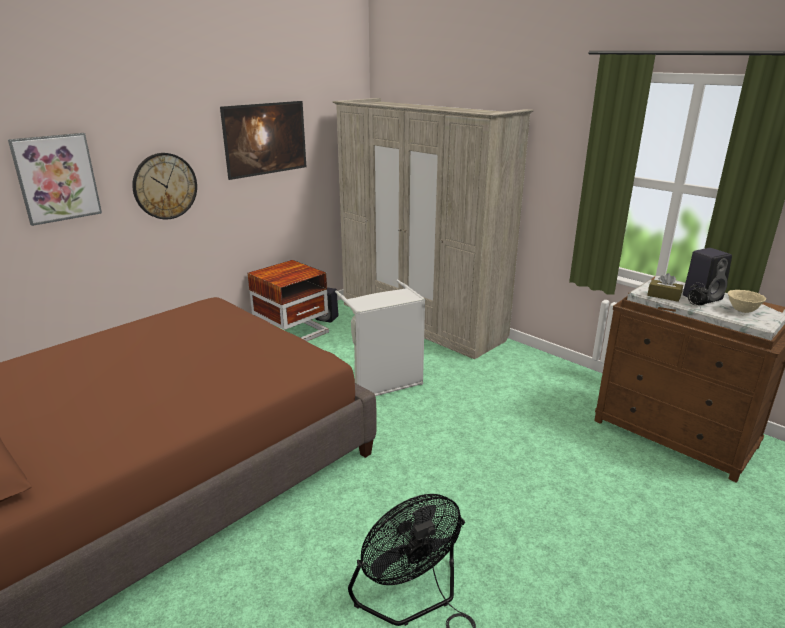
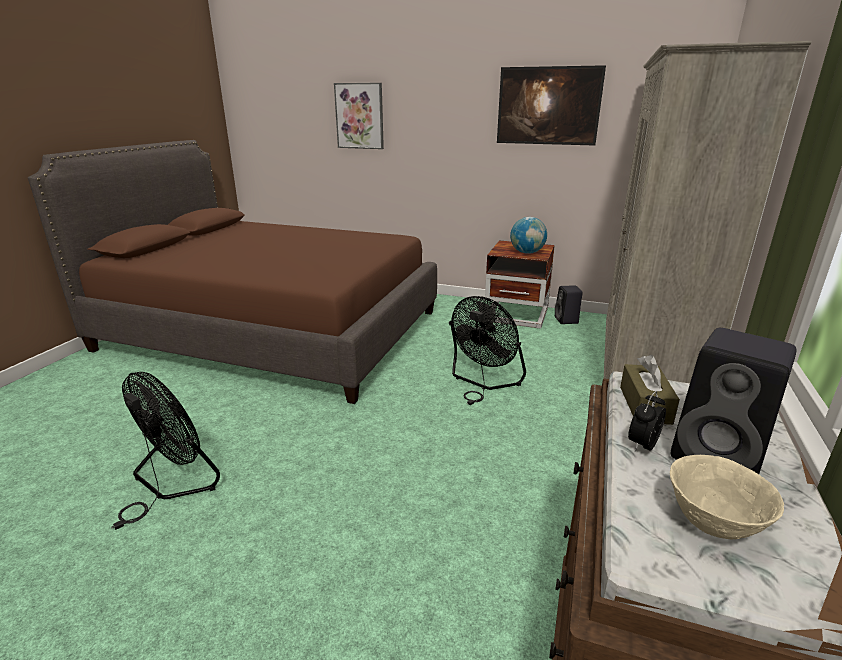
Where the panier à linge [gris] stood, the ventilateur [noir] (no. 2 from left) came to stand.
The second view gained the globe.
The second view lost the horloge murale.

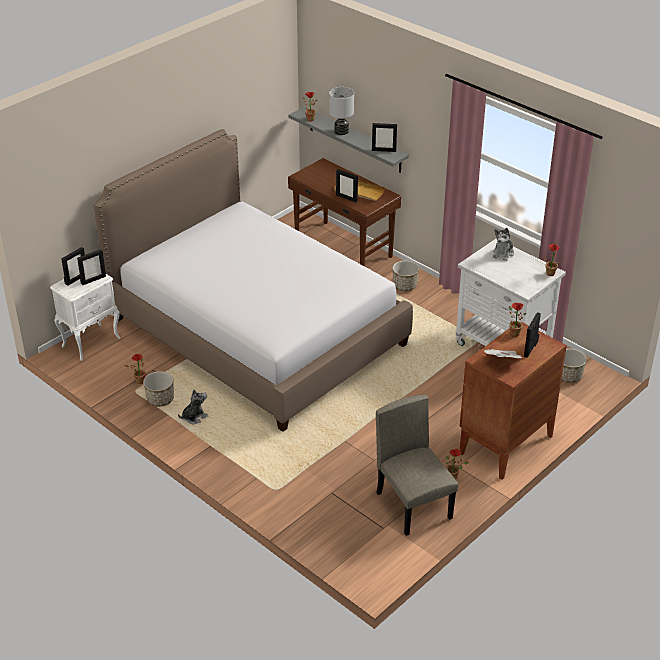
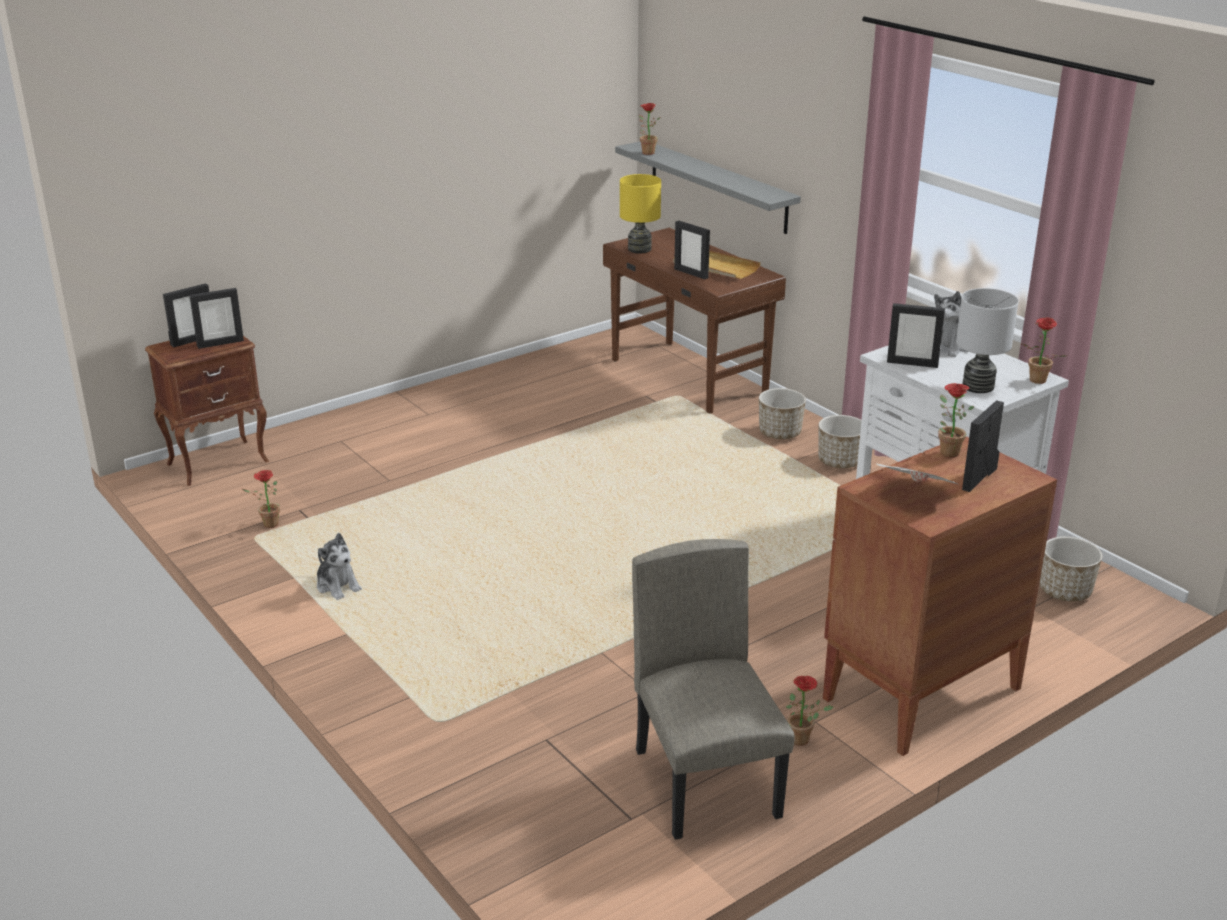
What was the table de chevet [blanc] turned into the table de chevet [marron].
The peluche (no. 1 from left) ended up facing another way, 75 degrees clockwise from before.
The second view gained the lampe de table [jaune].
The cache-pot (no. 1 from left in the first image) ended up elsewhere.
The cadre photo (no. 4 from left) ended up elsewhere.
The lampe de table [gris] ended up elsewhere.
The second view lost the lit.

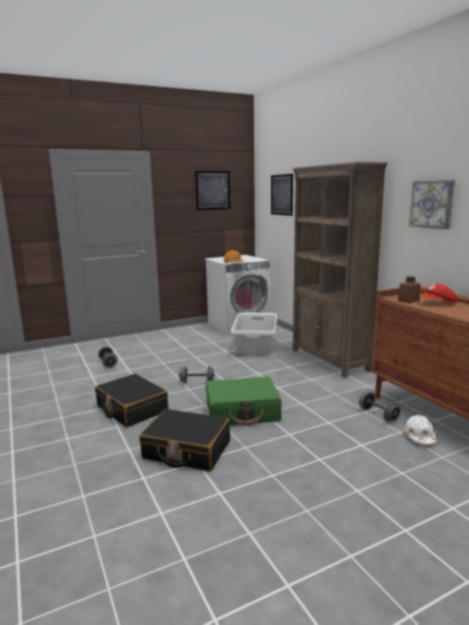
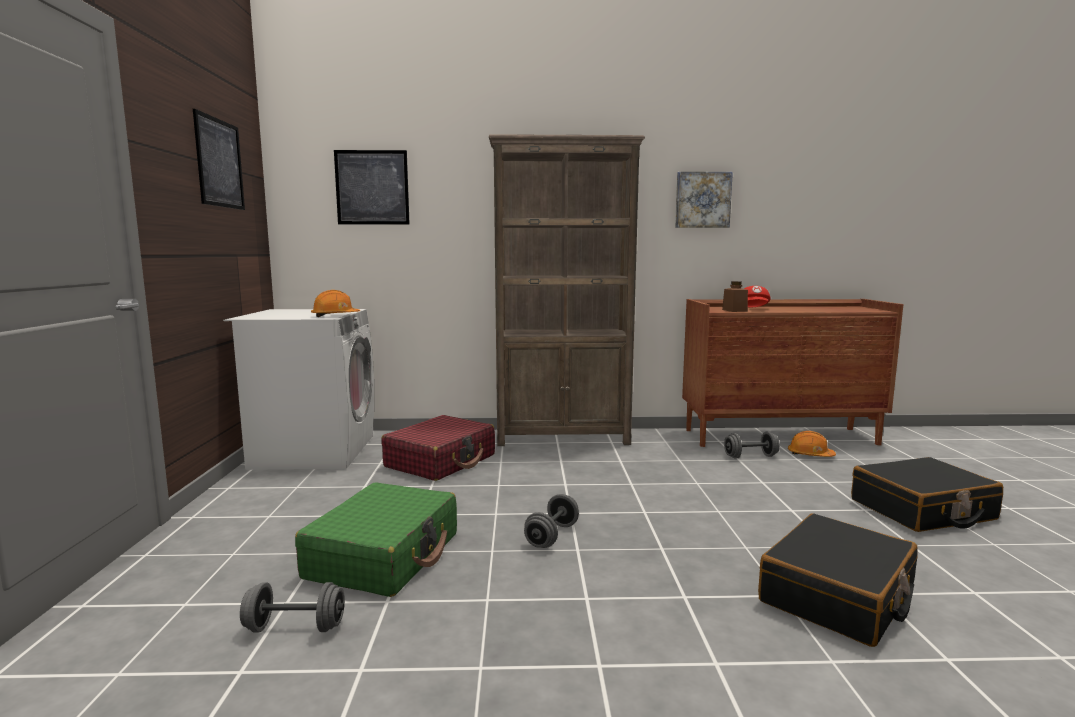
The valise [vert] ended up elsewhere.
Where the panier à linge [gris] stood, the valise [rouge] came to stand.
What was the casque de chantier [blanc] turned into the casque de chantier [orange] (no. 2 from left).
The valise [noir] (no. 1 from left in the first image) ended up elsewhere.

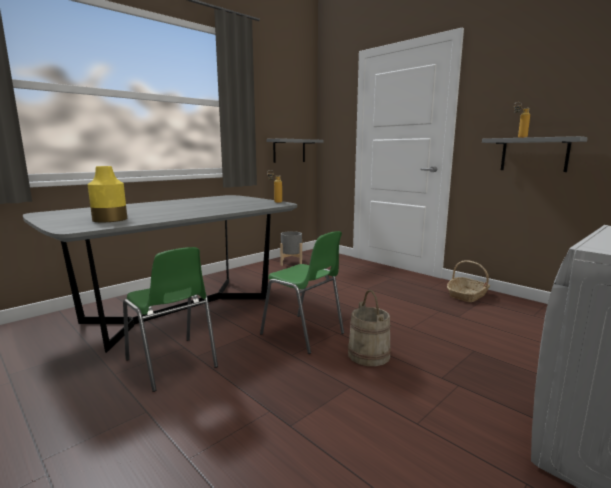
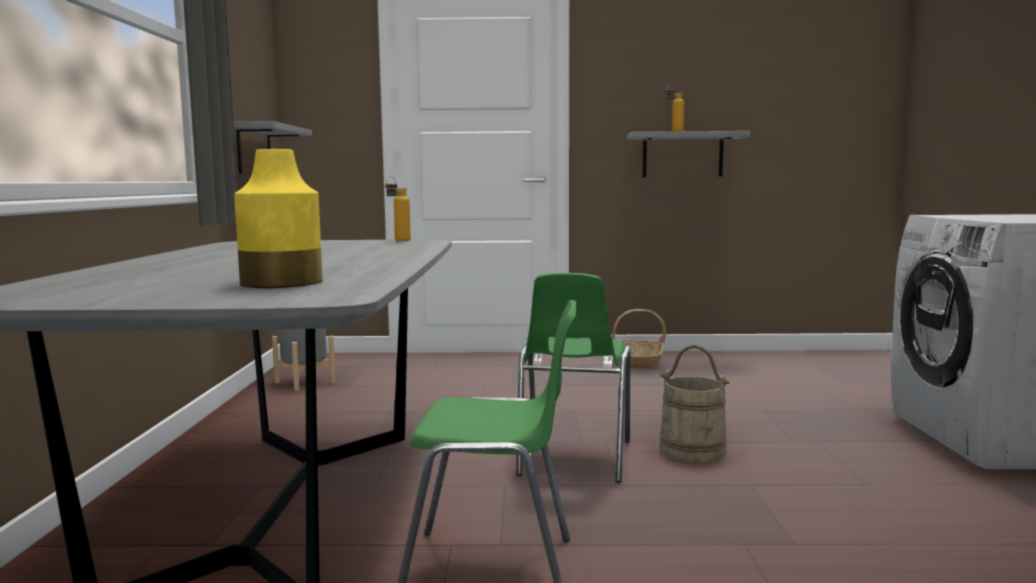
The chaise [vert] (no. 2 from left) ended up facing another way, 105 degrees clockwise from before.

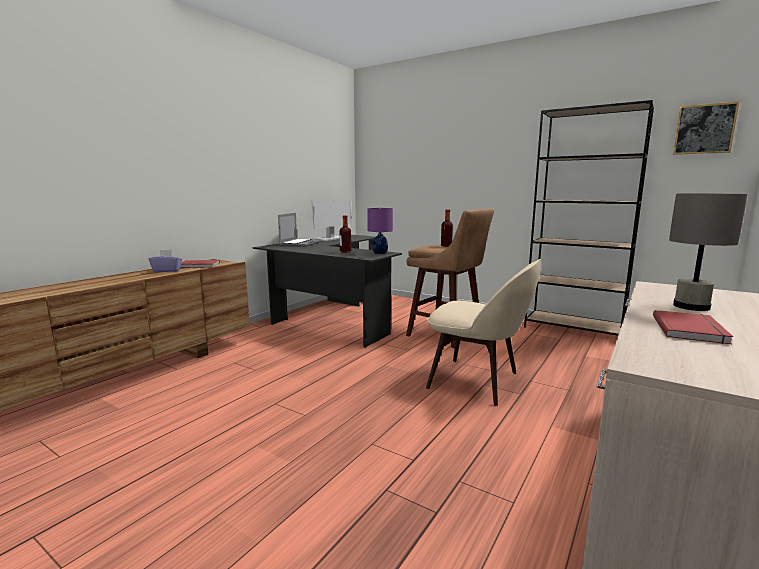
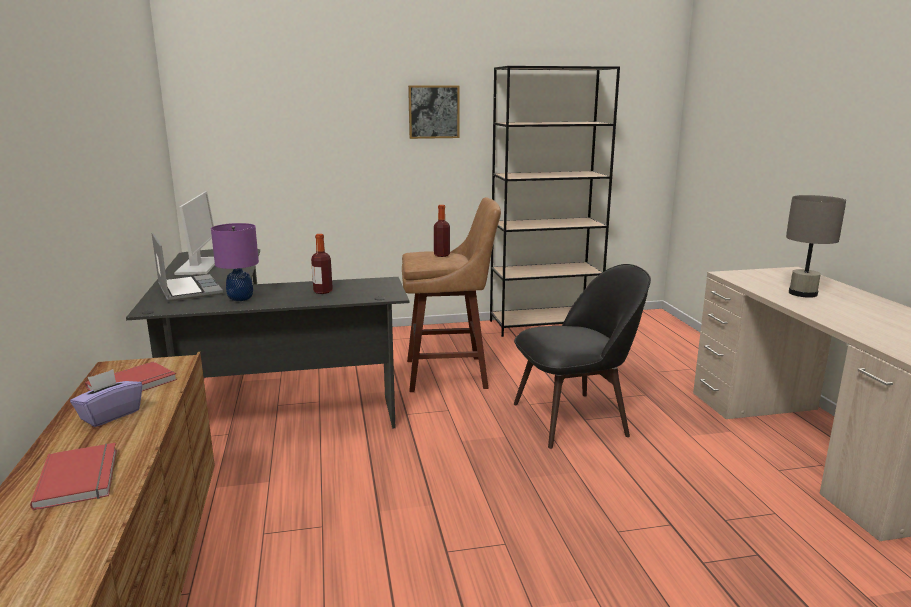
The livre [rouge] (no. 2 from left in the first image) ended up elsewhere.
The lampe de table [violet] ended up elsewhere.
The tableau ended up elsewhere.
What was the chaise [beige] turned into the chaise [noir].

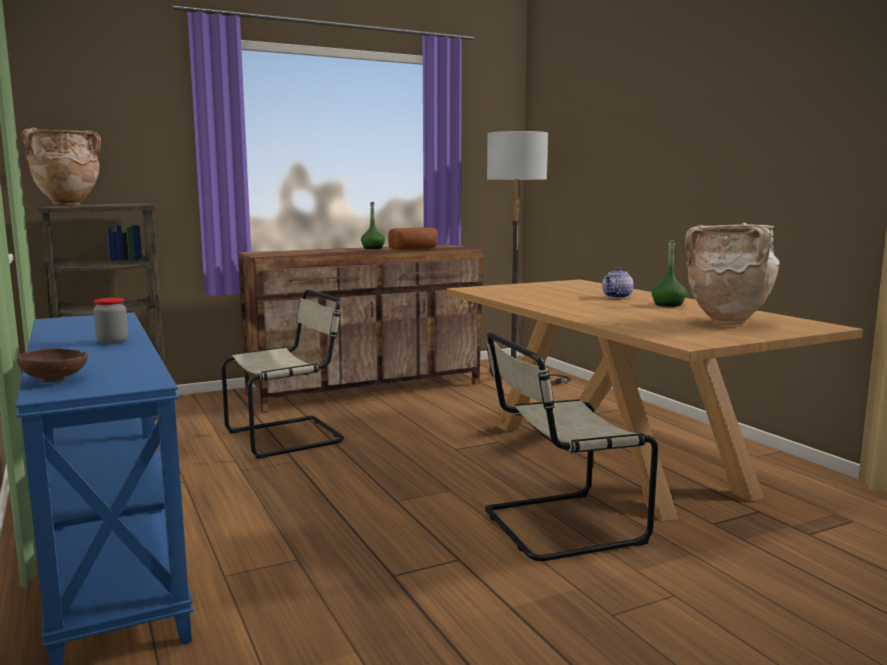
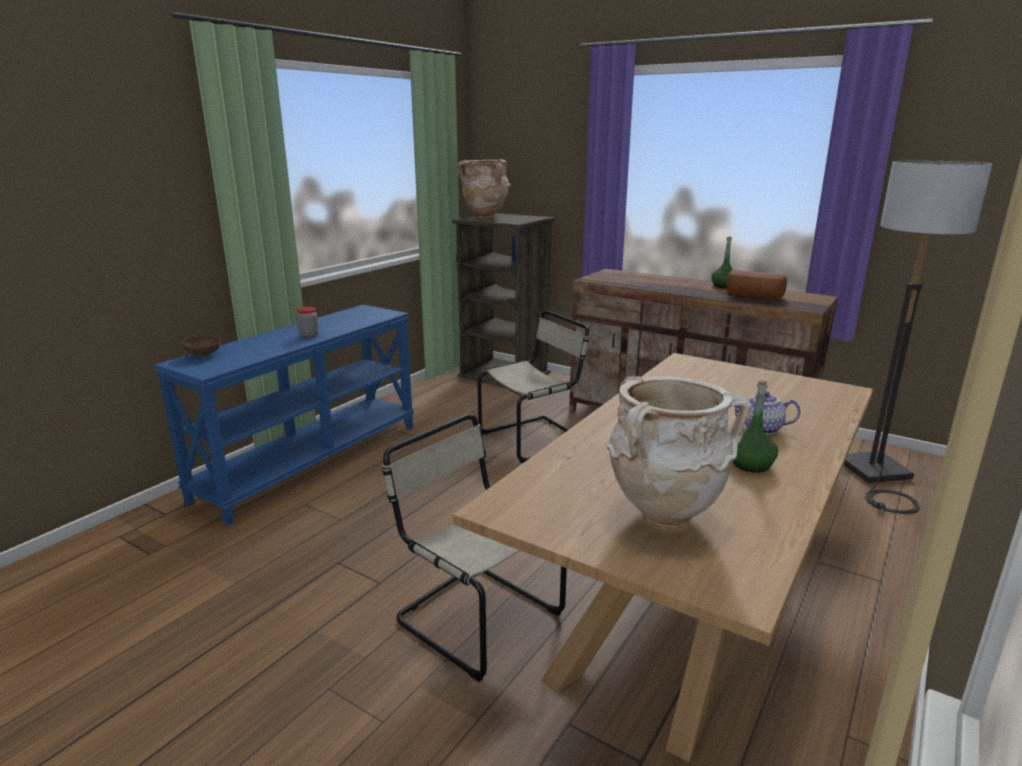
The chaise [beige] (no. 1 from left in the first image) ended up facing another way, 60 degrees counterclockwise from before.

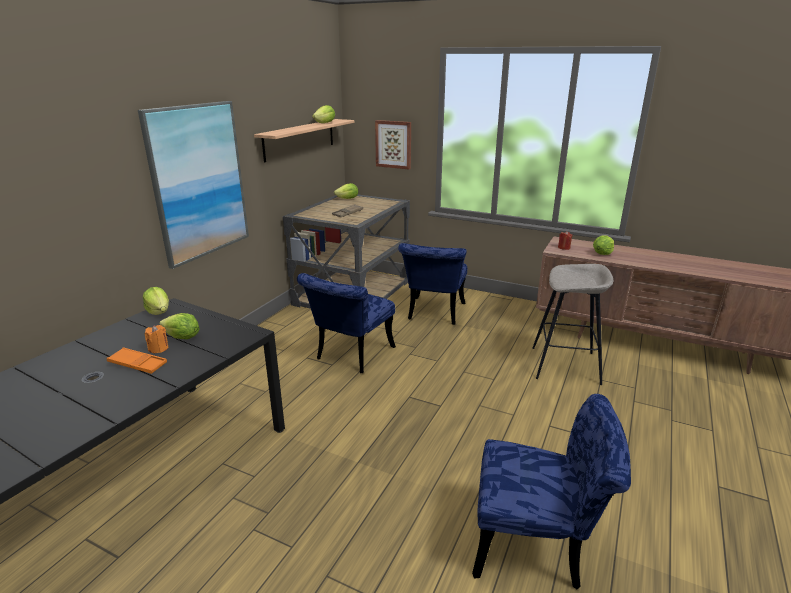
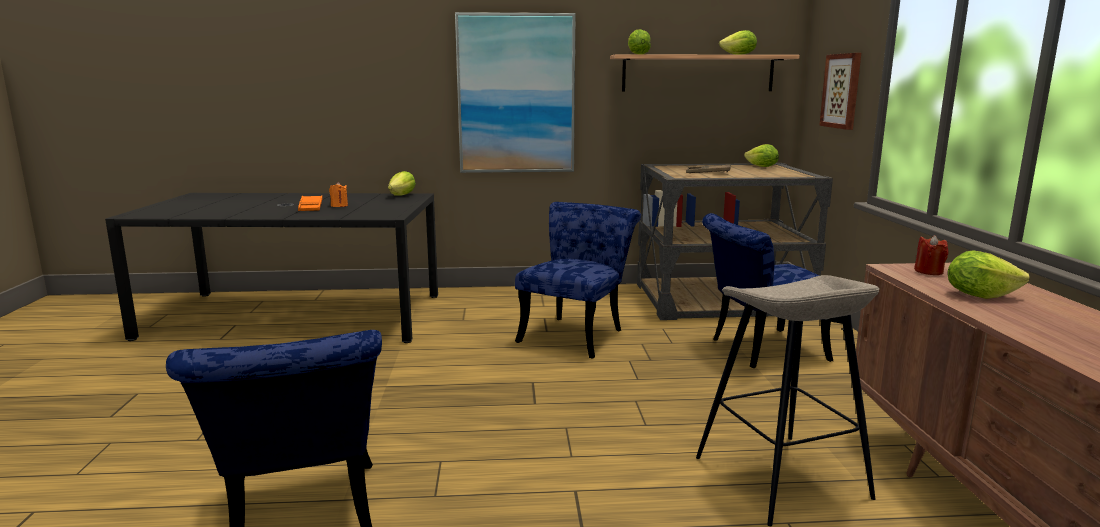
The chaise [bleu] (no. 1 from left in the first image) ended up facing another way, 120 degrees clockwise from before.
The laitue (no. 2 from left) ended up elsewhere.

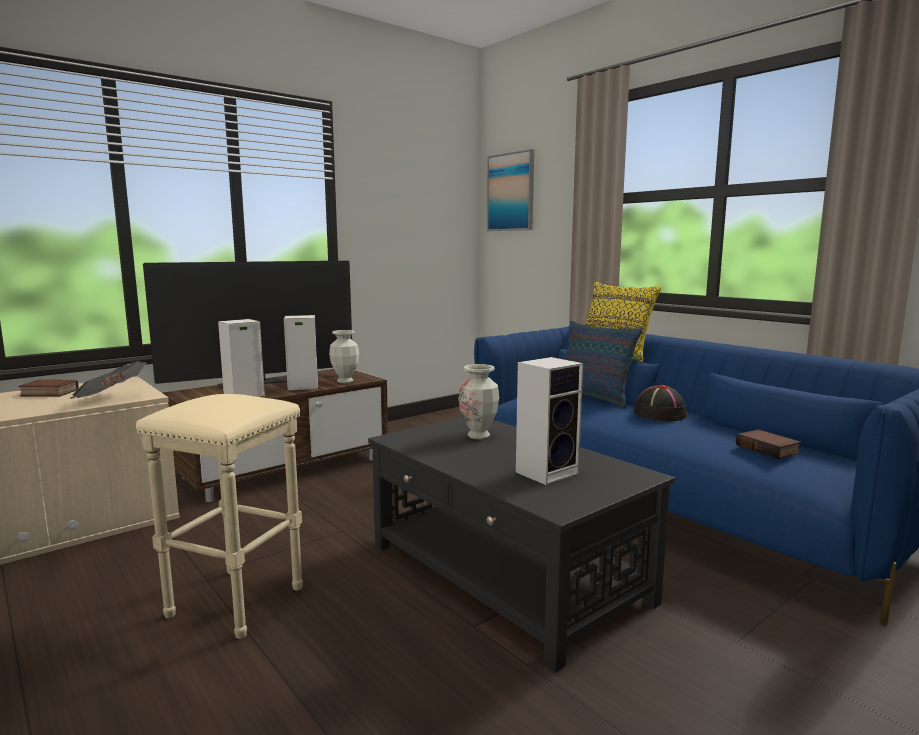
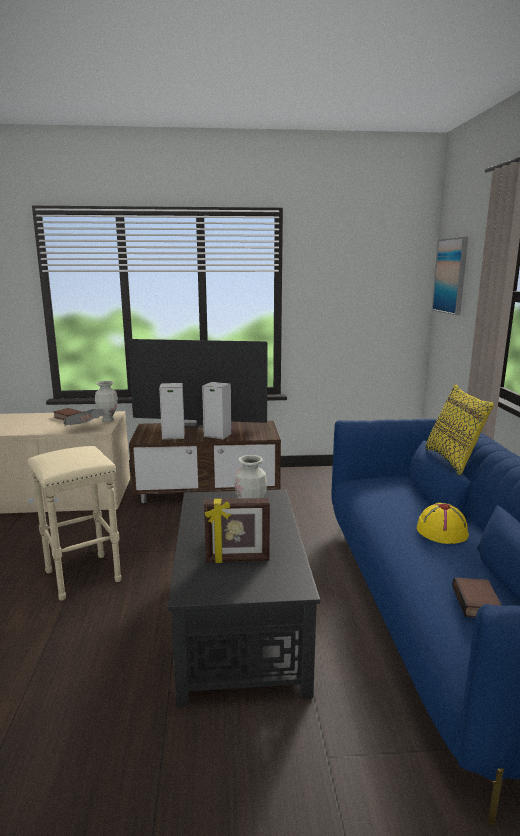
The vase (no. 1 from left) ended up elsewhere.
Where the enceinte (no. 3 from left) stood, the cadre photo came to stand.
What was the chapeau [noir] turned into the chapeau [jaune].
The second view lost the coussin [bleu].

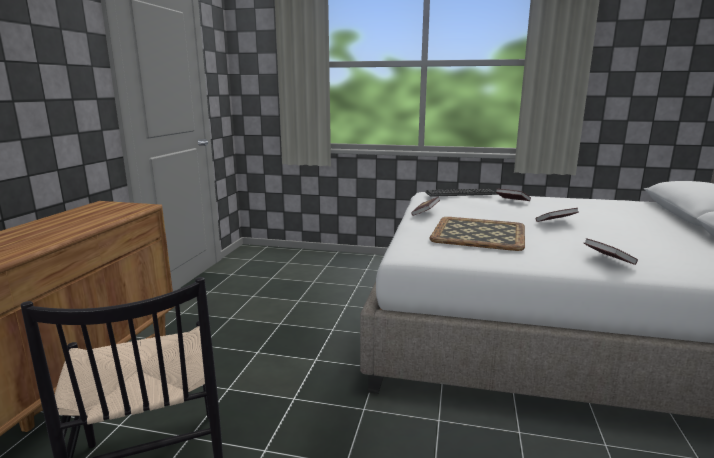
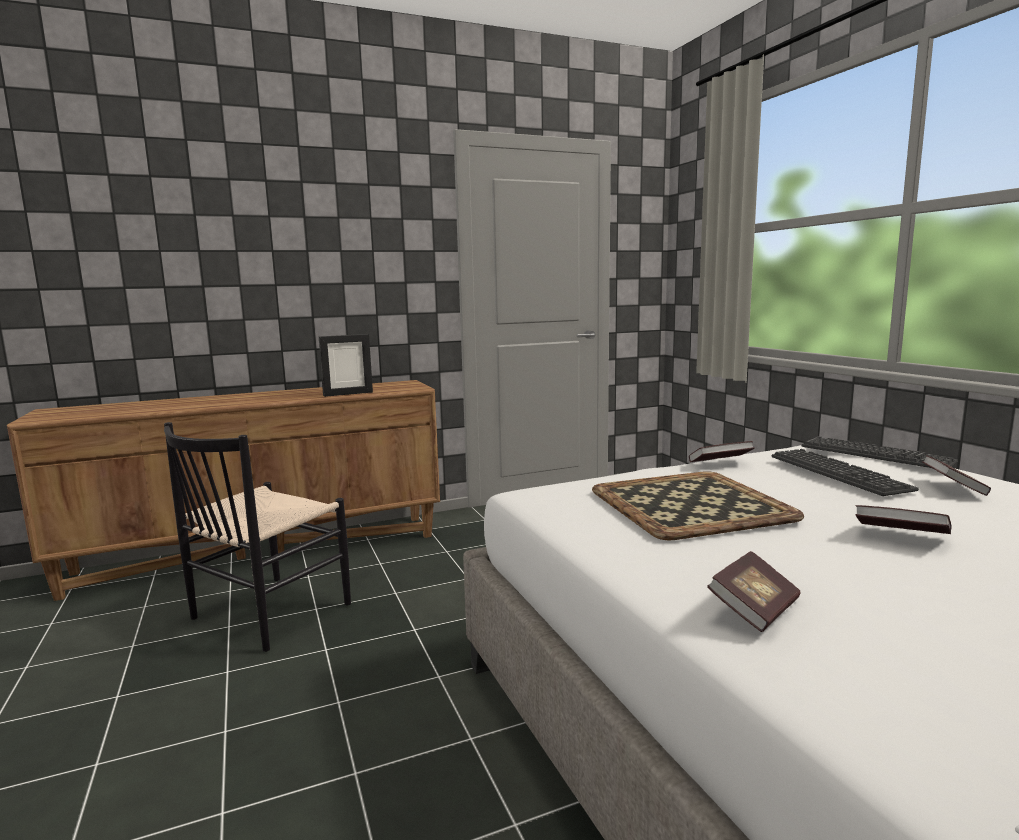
The second view gained the cadre photo.
The second view gained the clavier (no. 1 from left).

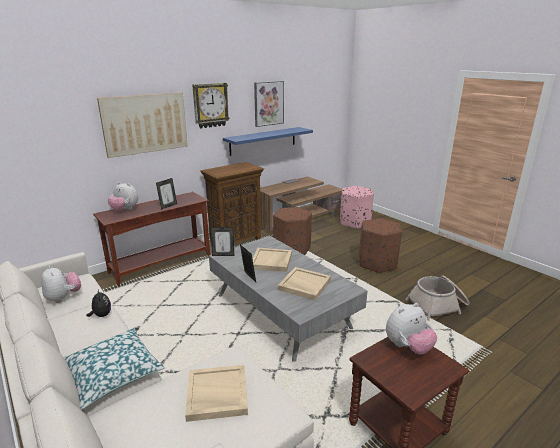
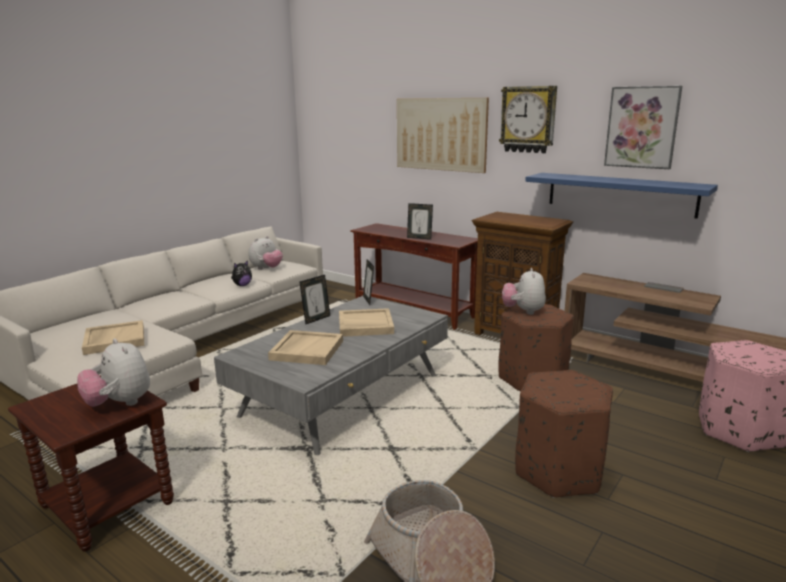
The peluche (no. 3 from left in the first image) ended up elsewhere.
The second view lost the coussin.

